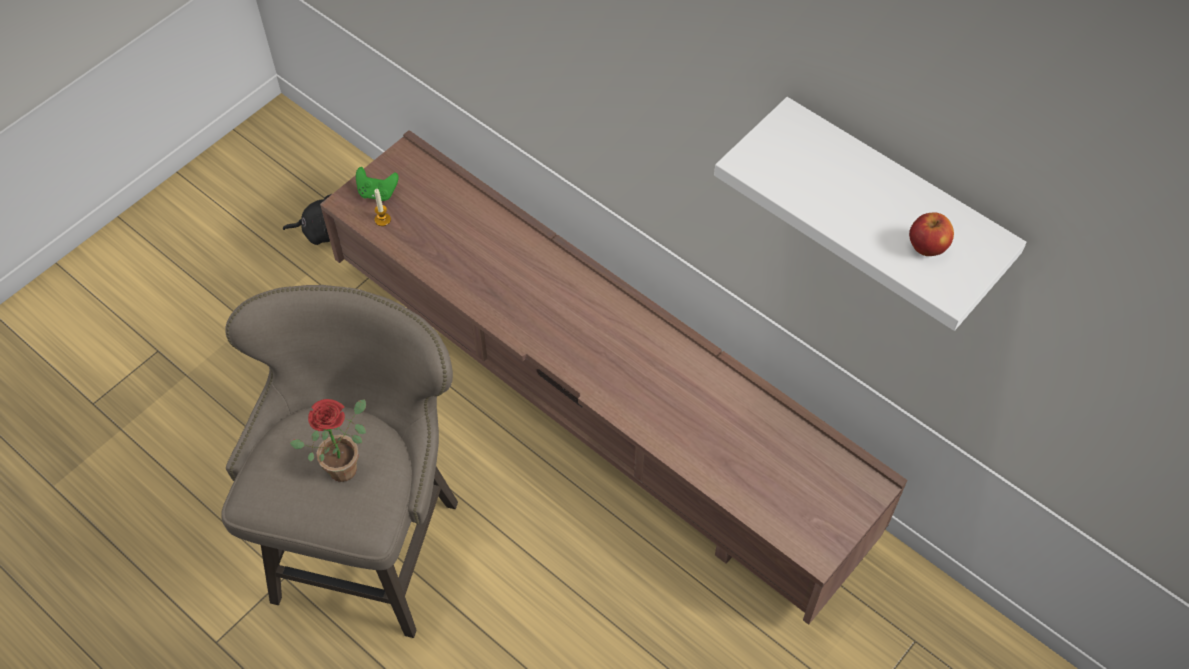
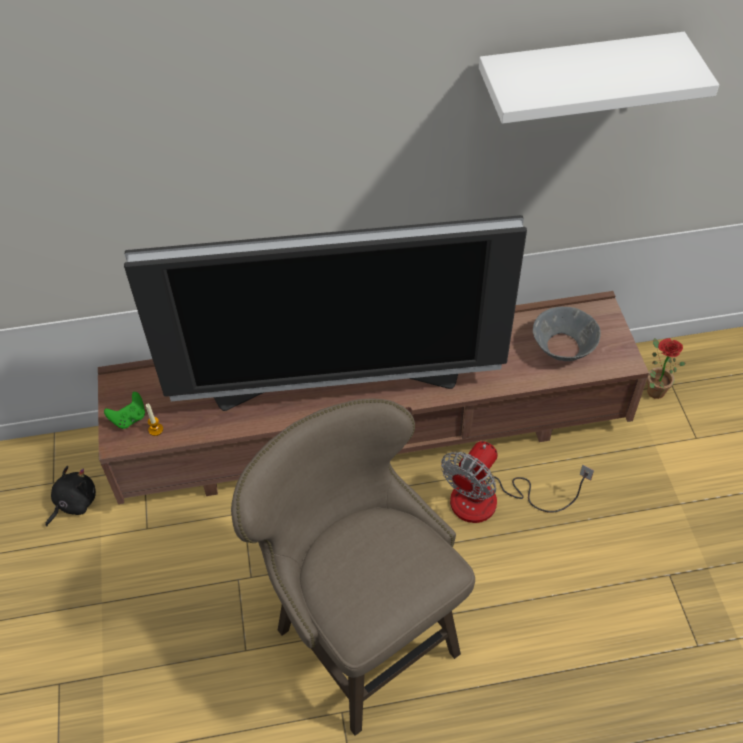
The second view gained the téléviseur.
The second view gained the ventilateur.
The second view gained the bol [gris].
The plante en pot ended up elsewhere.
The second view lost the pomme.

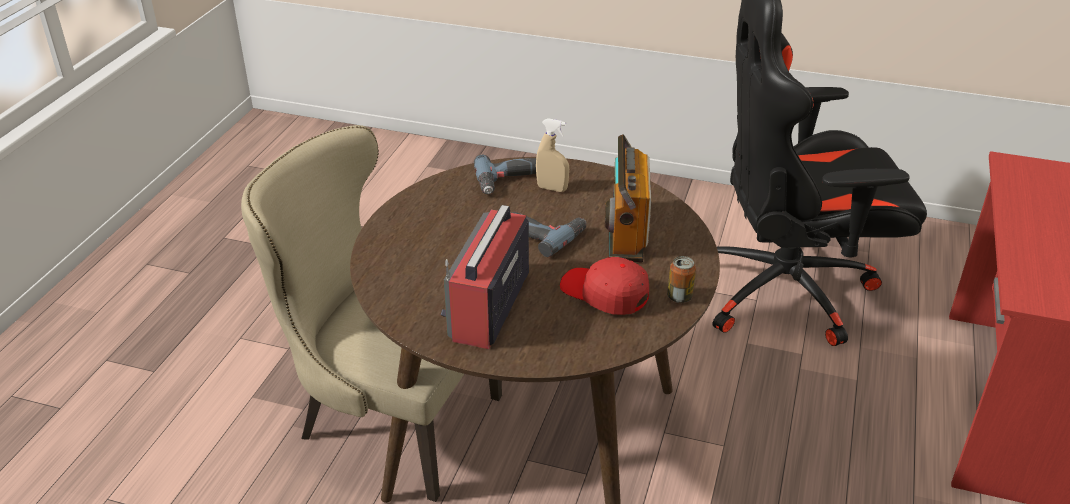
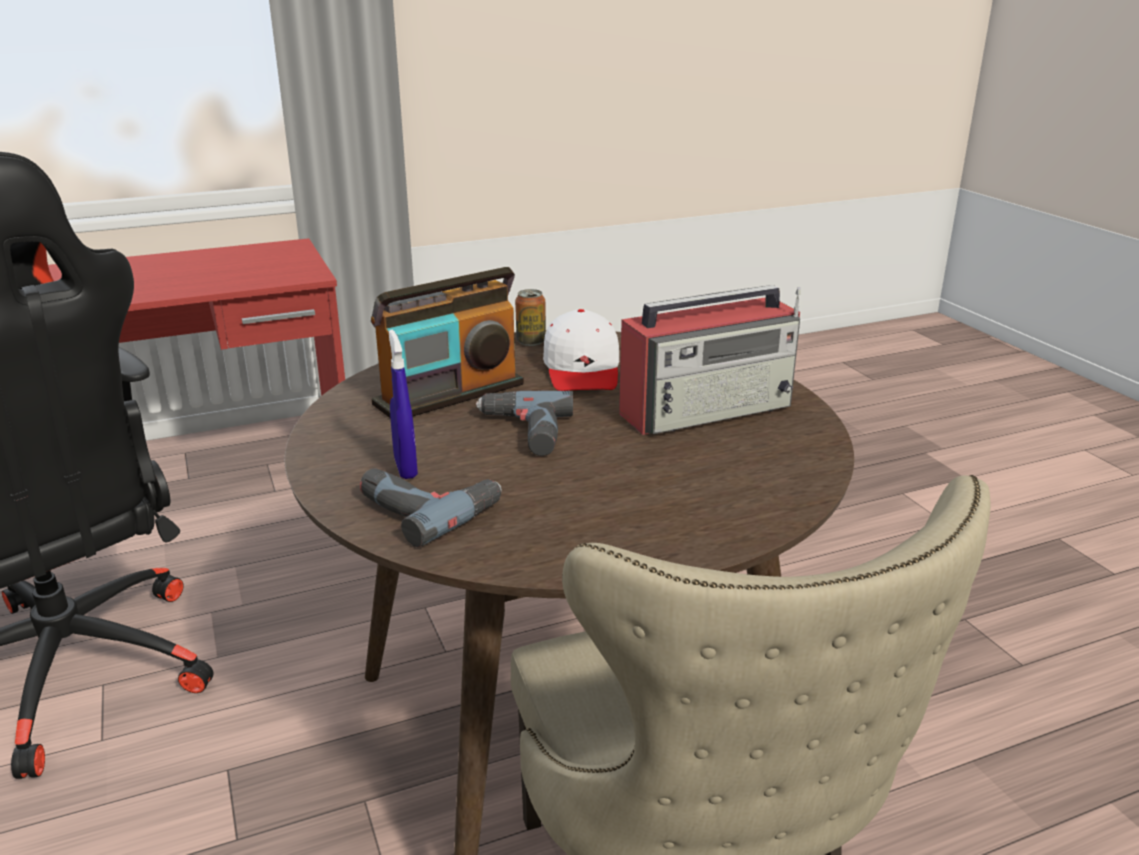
What was the vaporisateur [beige] turned into the vaporisateur [bleu].
What was the casquette [rouge] turned into the casquette [blanc].

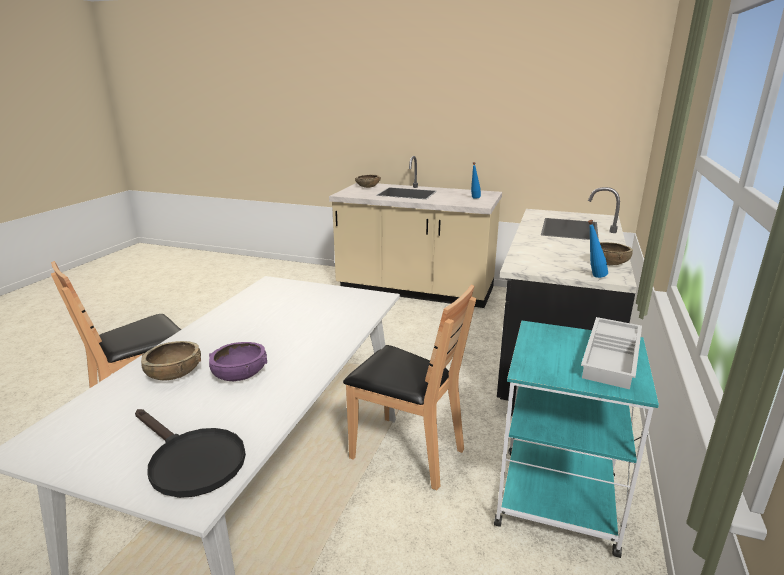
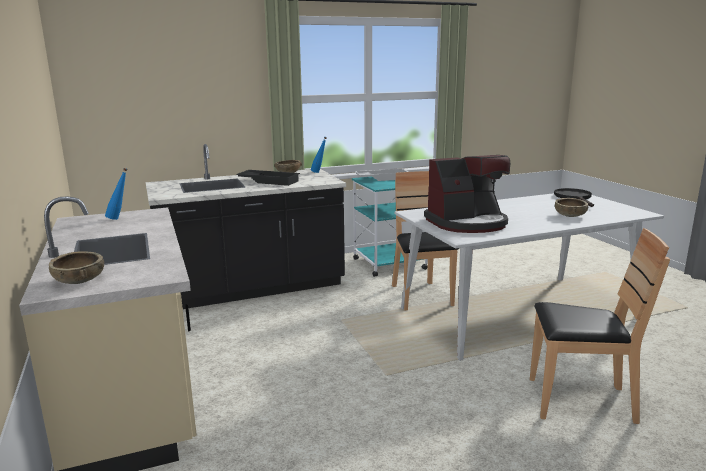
The second view gained the plateau [noir].
The second view gained the machine à café.
The second view lost the bol [violet].

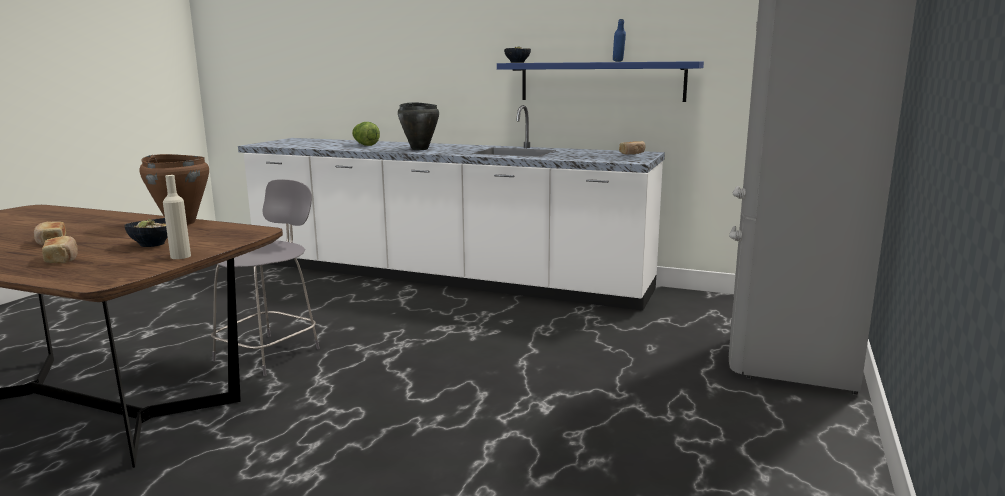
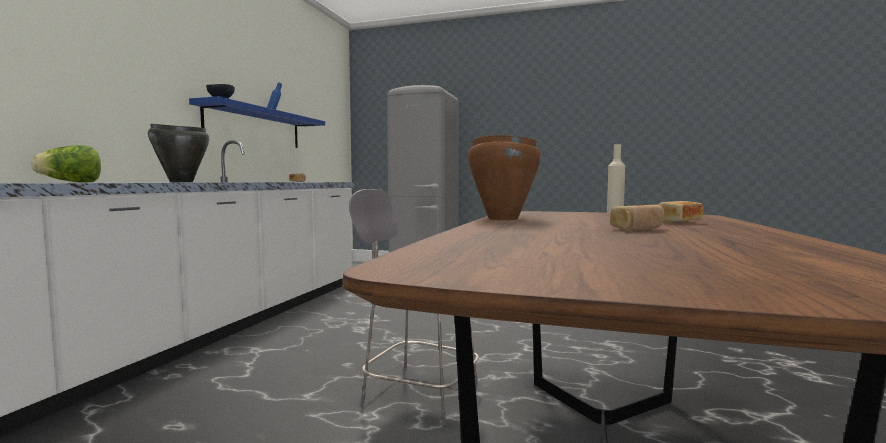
The second view lost the bol (no. 1 from left).

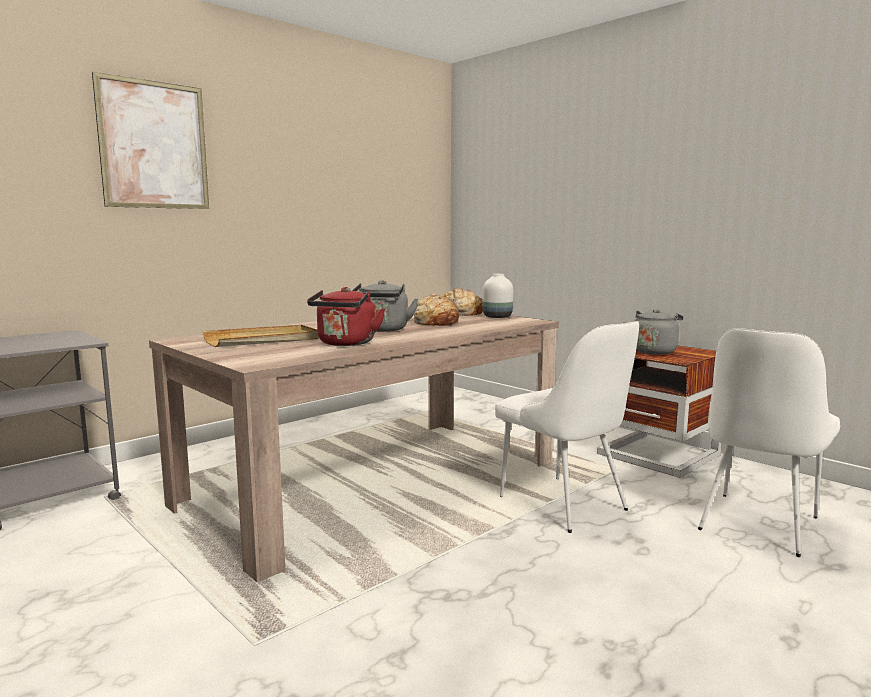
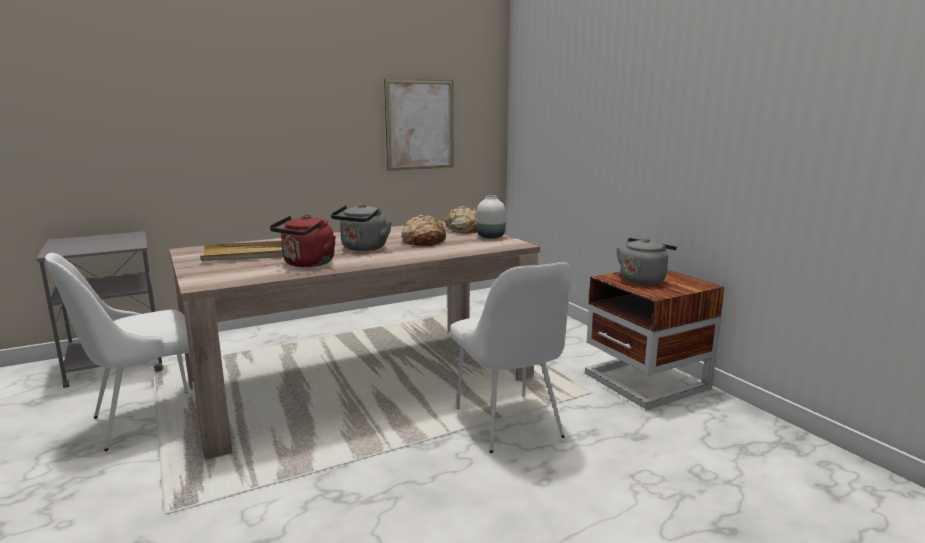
The chaise [blanc] (no. 2 from left in the first image) ended up elsewhere.
The tableau ended up elsewhere.

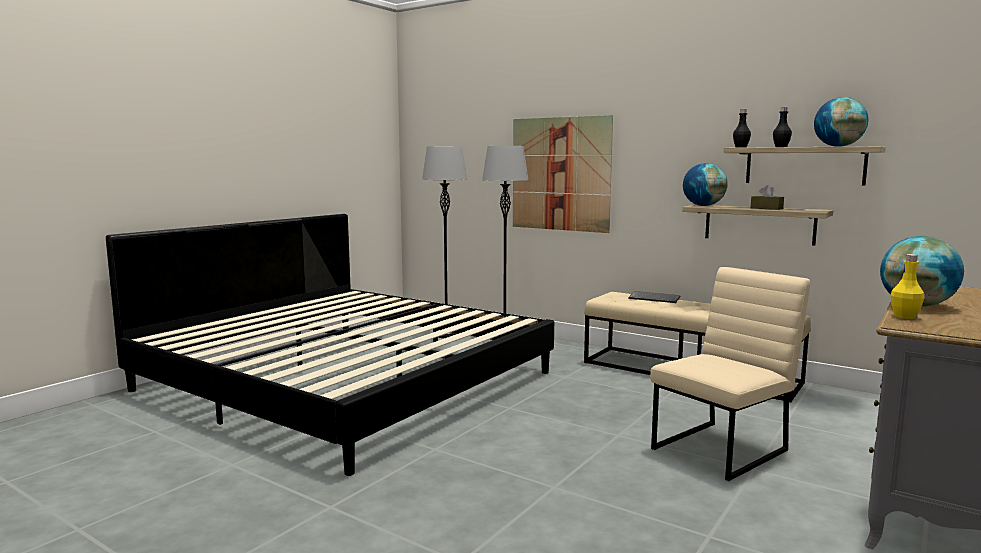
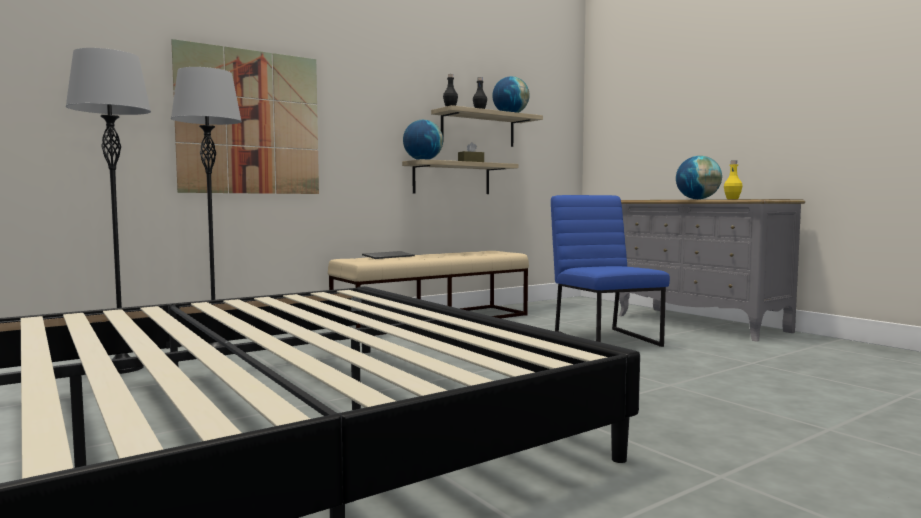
What was the chaise [beige] turned into the chaise [bleu].

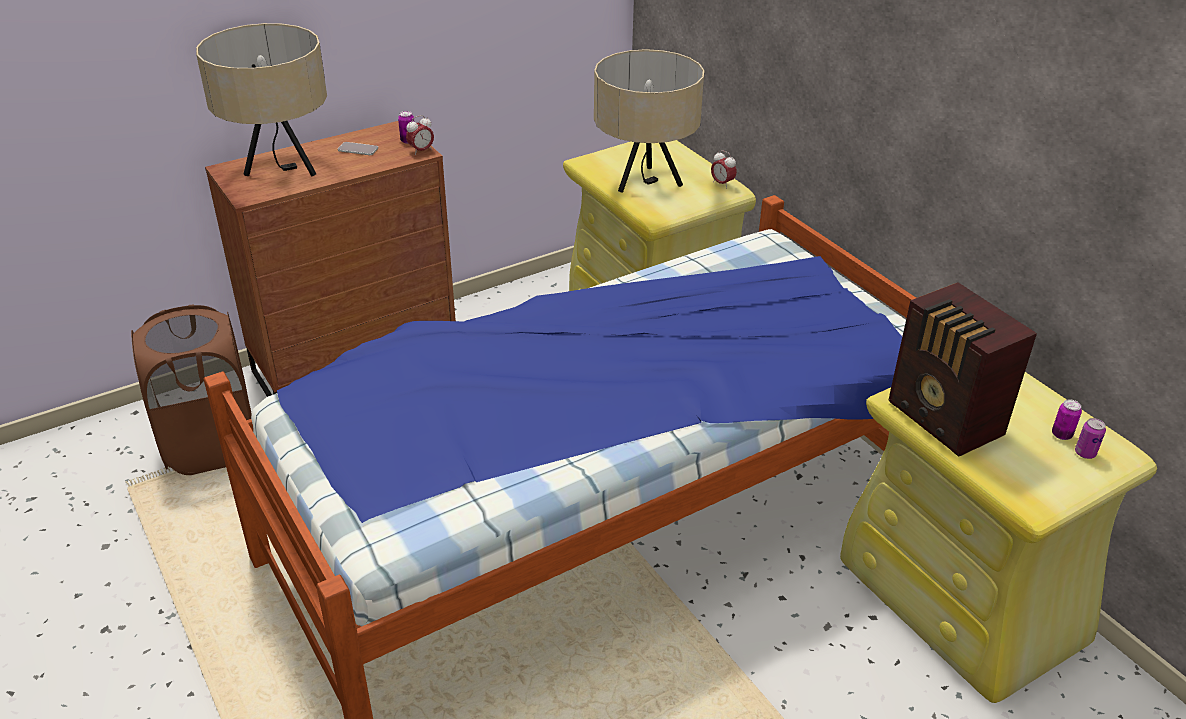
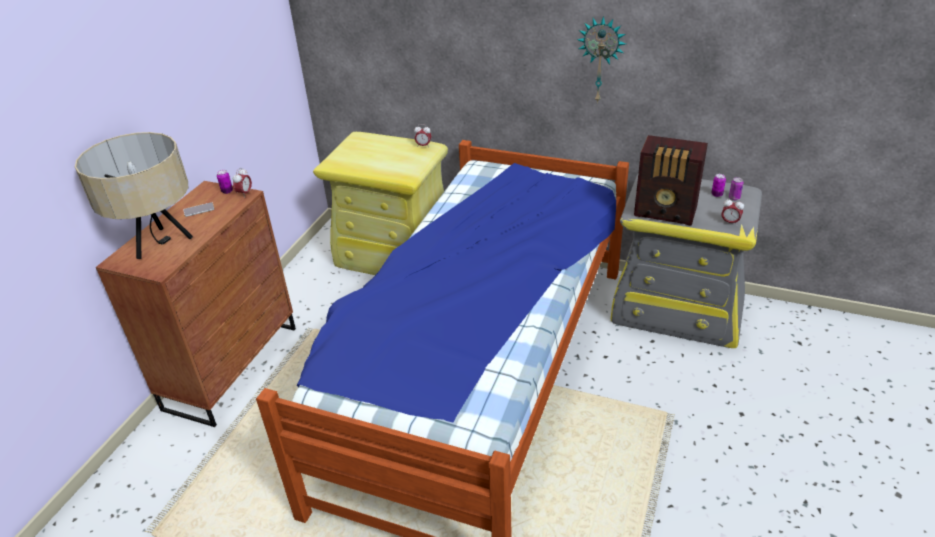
The second view gained the horloge murale.
What was the table de chevet [jaune] (no. 2 from left) turned into the table de chevet [gris].
The second view gained the réveil (no. 3 from left).
The second view lost the panier à linge [marron].
The second view lost the lampe de table [beige] (no. 2 from left).

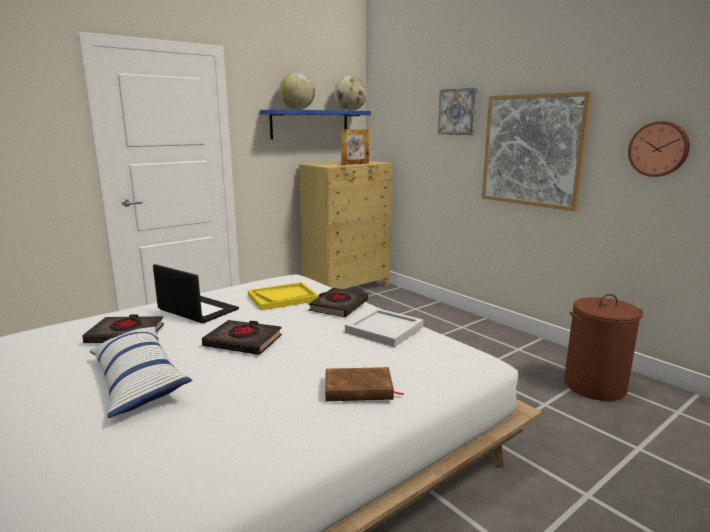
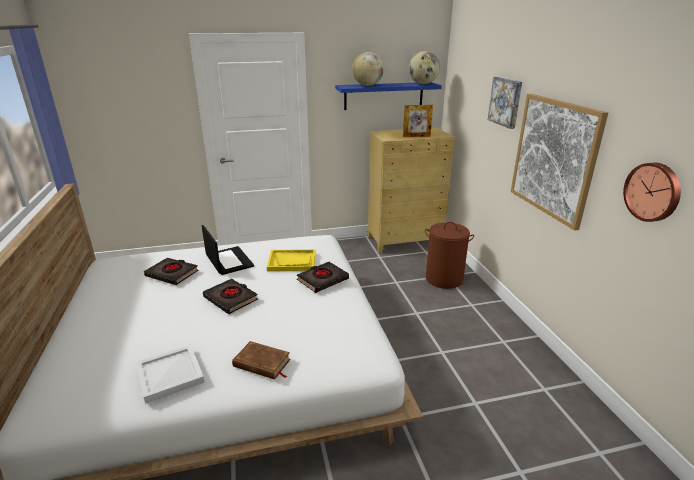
The plateau [blanc] ended up elsewhere.
The panier à linge [marron] ended up elsewhere.
The second view lost the coussin.

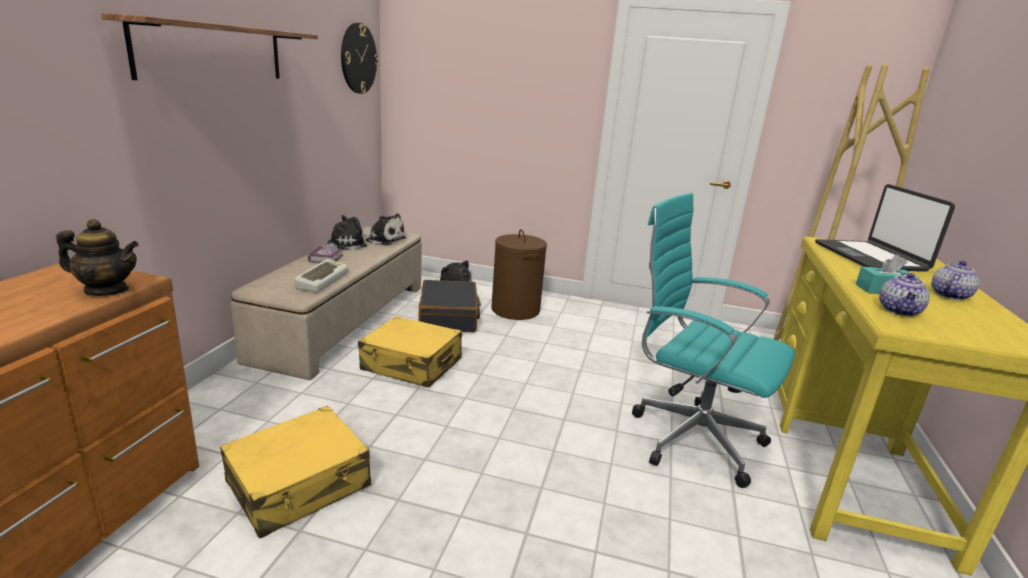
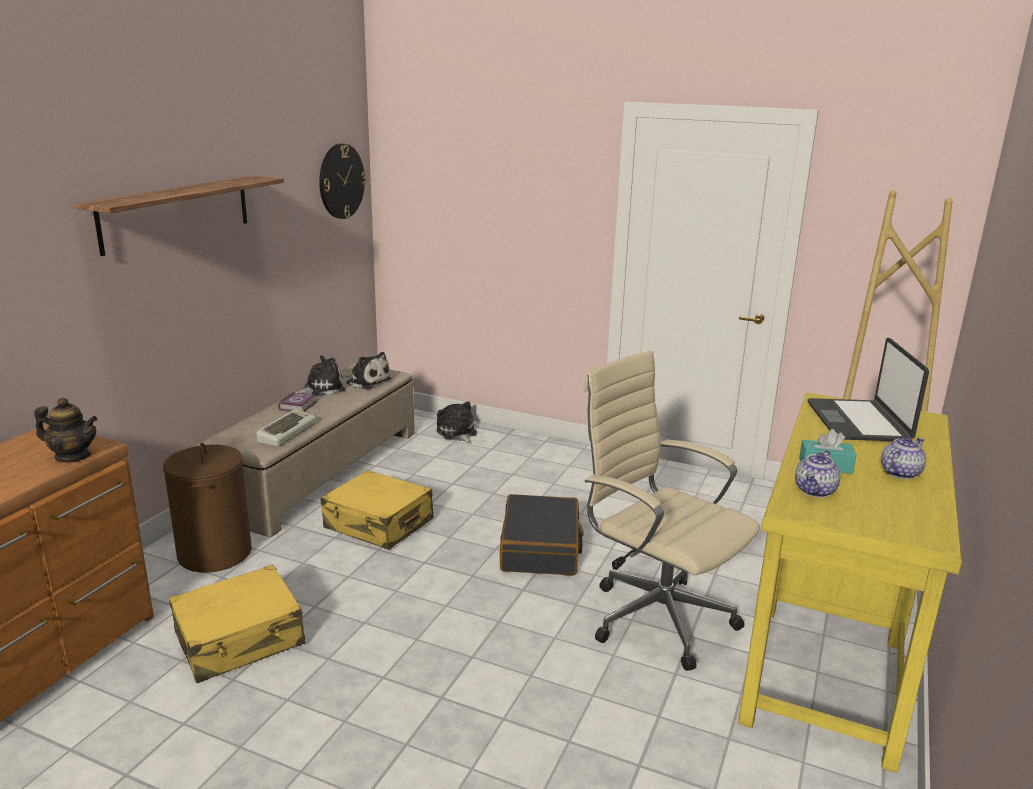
The panier à linge [marron] ended up elsewhere.
The valise [noir] ended up elsewhere.
What was the chaise de bureau [turquoise] turned into the chaise de bureau [beige].

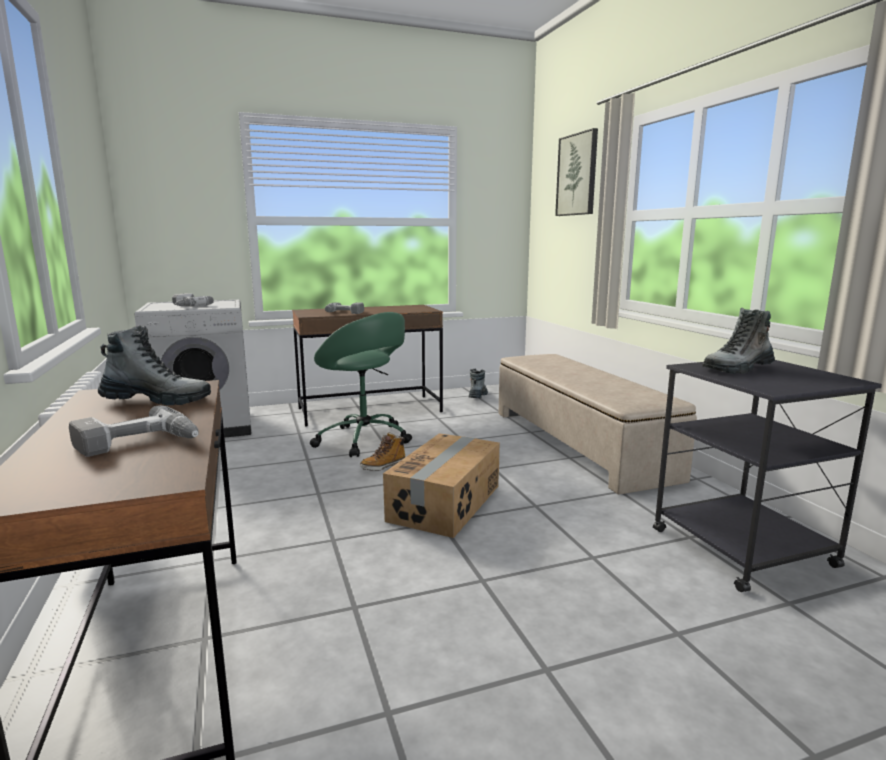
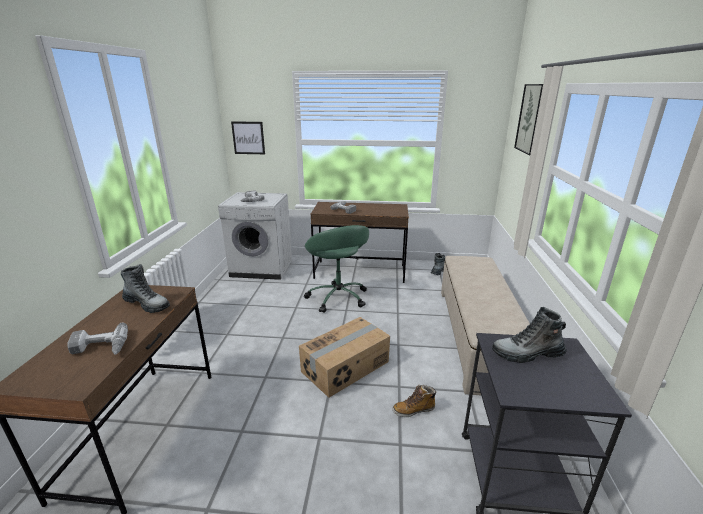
The second view gained the tableau (no. 1 from left).
The botte (no. 2 from left) ended up elsewhere.

